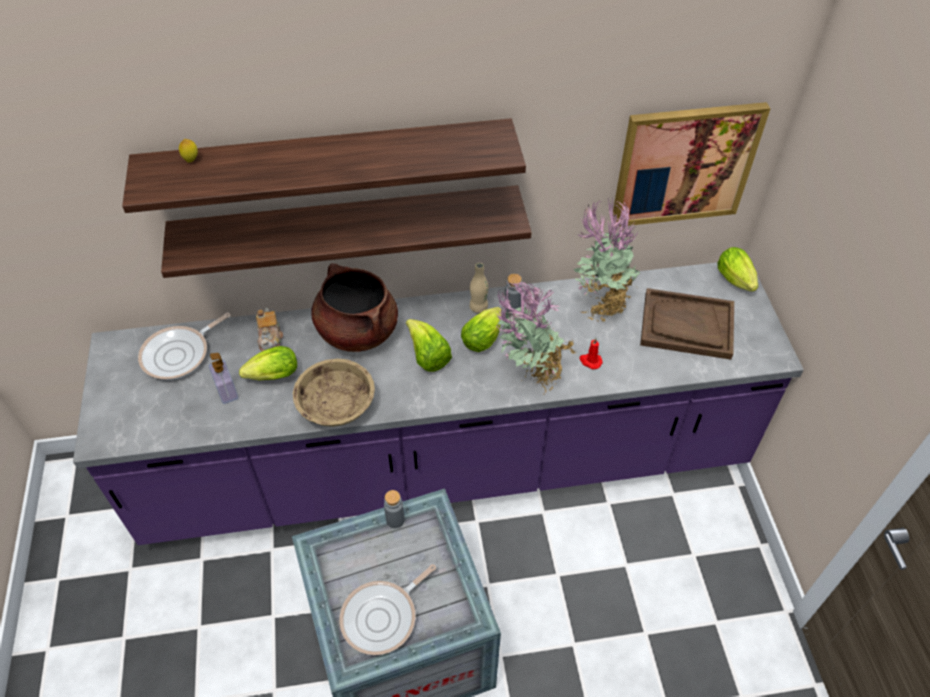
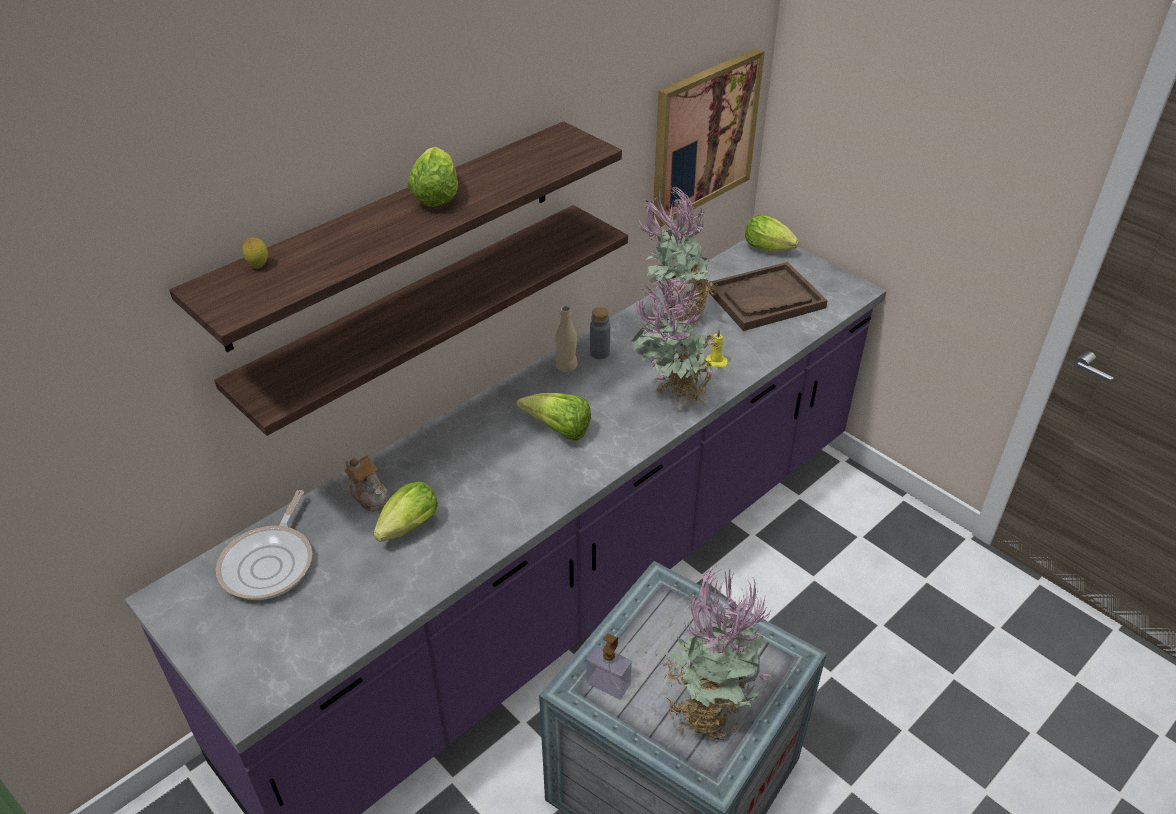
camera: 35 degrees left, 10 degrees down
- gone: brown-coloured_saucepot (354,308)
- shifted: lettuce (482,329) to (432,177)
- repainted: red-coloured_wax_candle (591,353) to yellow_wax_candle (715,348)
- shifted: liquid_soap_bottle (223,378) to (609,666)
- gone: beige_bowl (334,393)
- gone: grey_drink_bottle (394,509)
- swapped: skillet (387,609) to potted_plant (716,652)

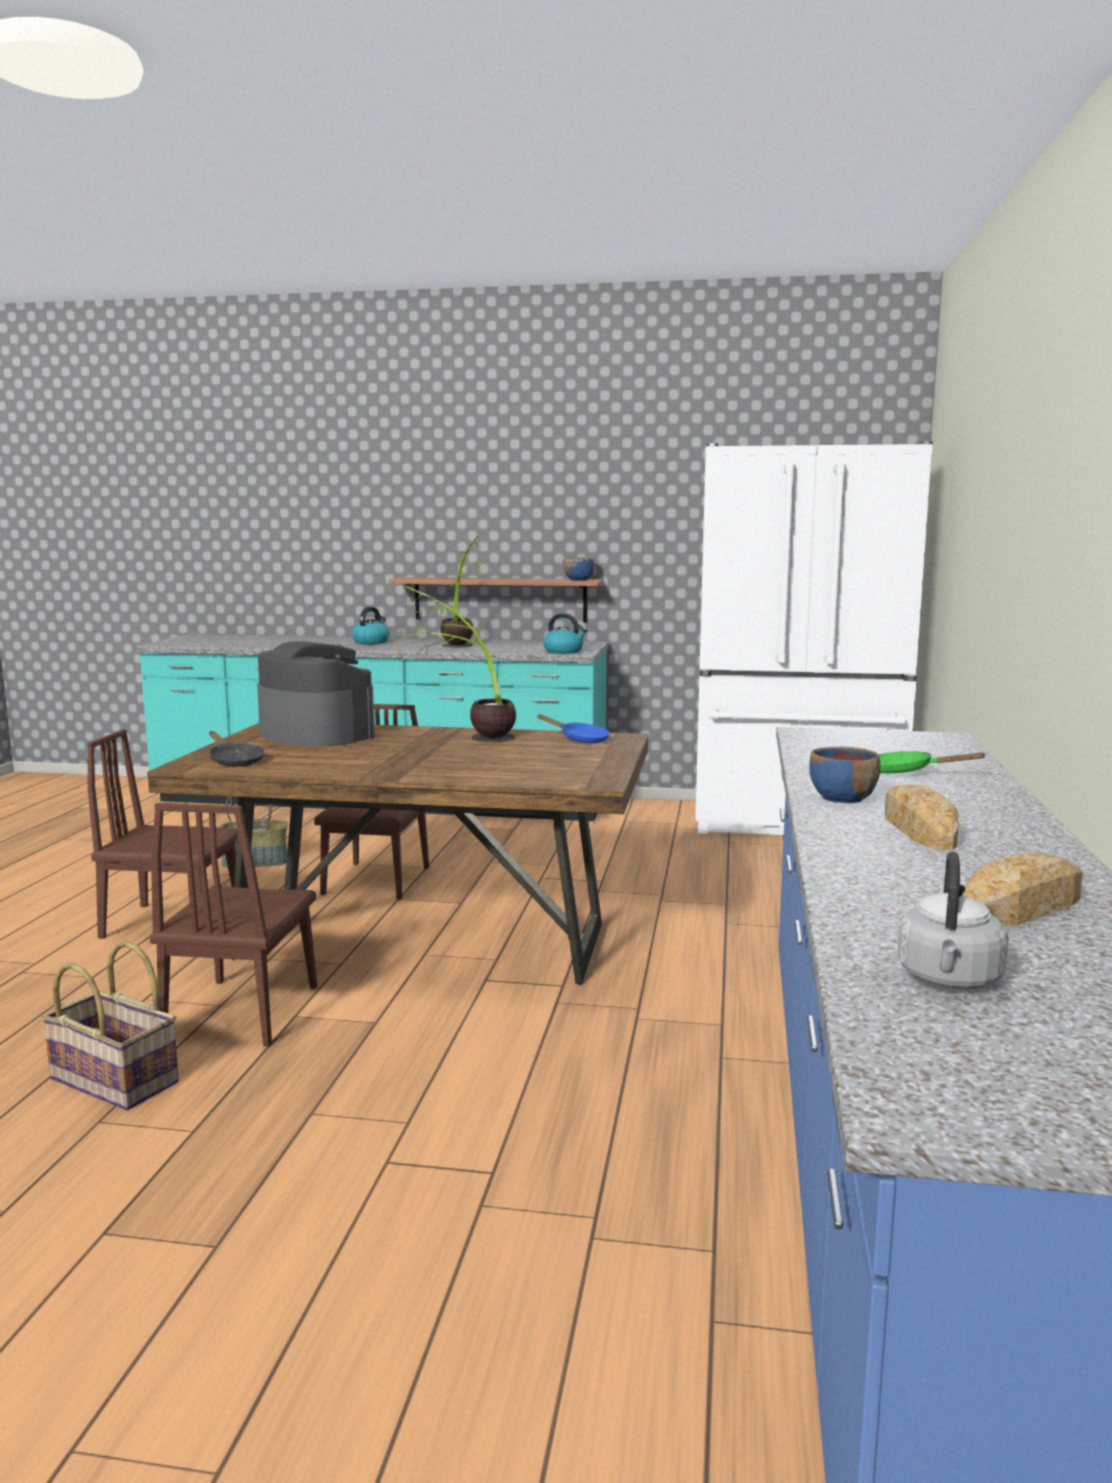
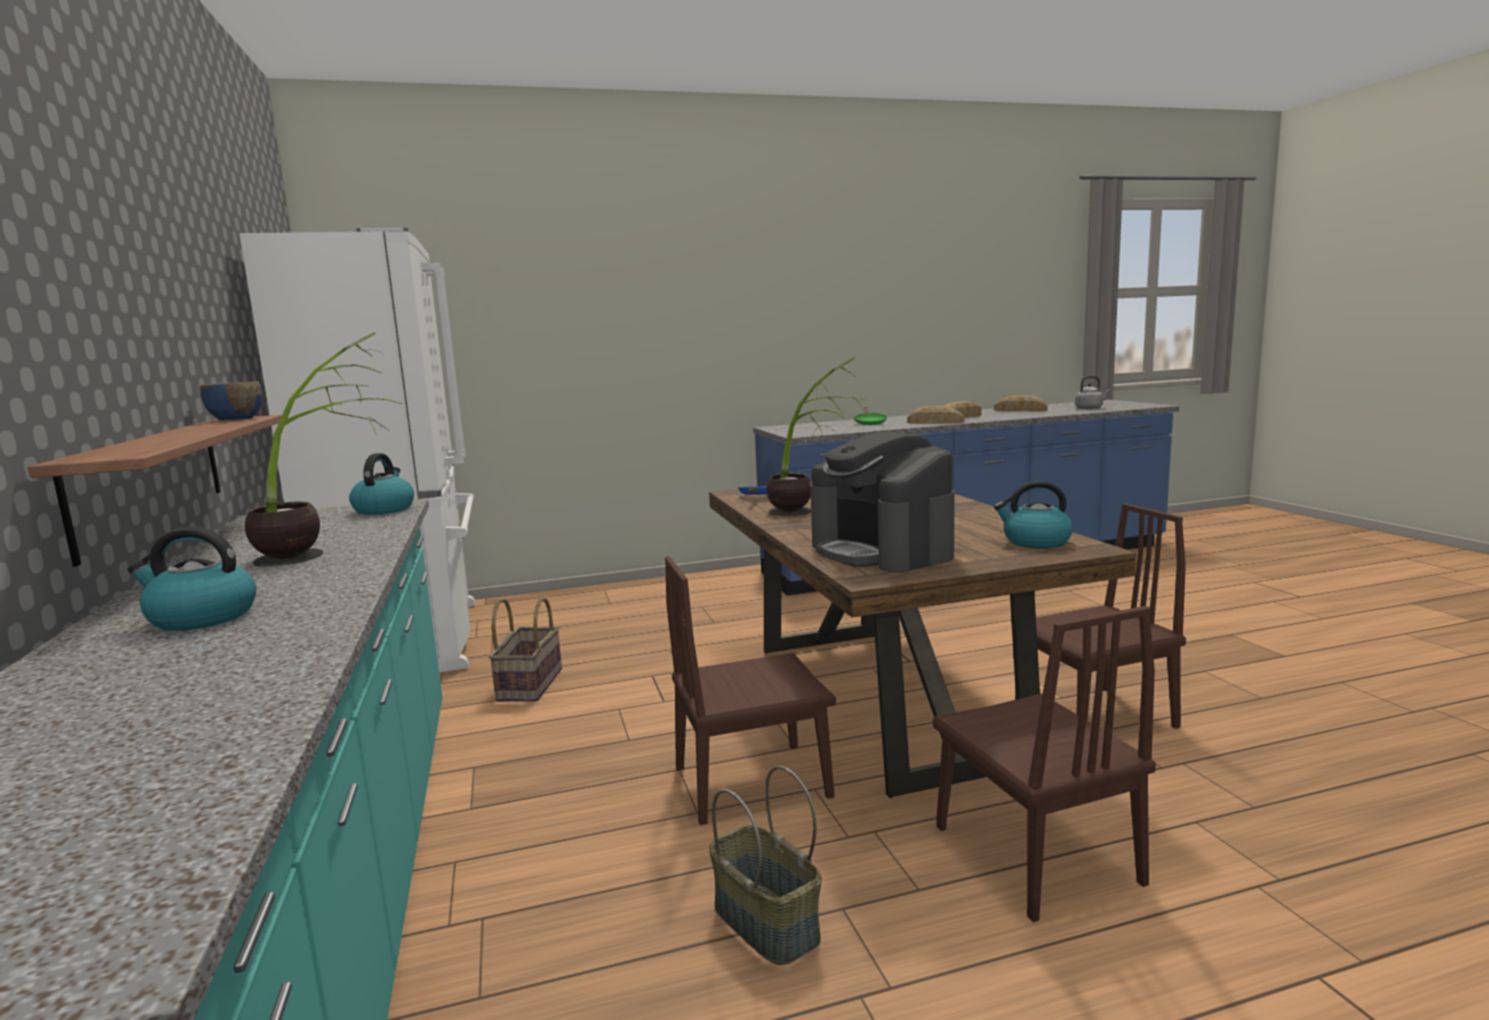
camera: 115 degrees left, 0 degrees up
- rotated: coffee_machine (316,694) = (882,502) 45 degrees counterclockwise
- swapped: black_skillet (237,748) to kettle (1033,515)
- swapped: bluish_bowl (844,774) to baked_bread (935,415)
- shifted: basket (110,1025) to (525,649)

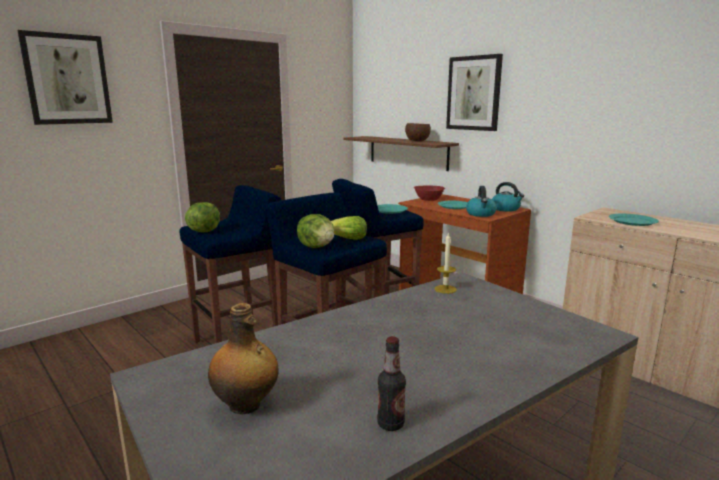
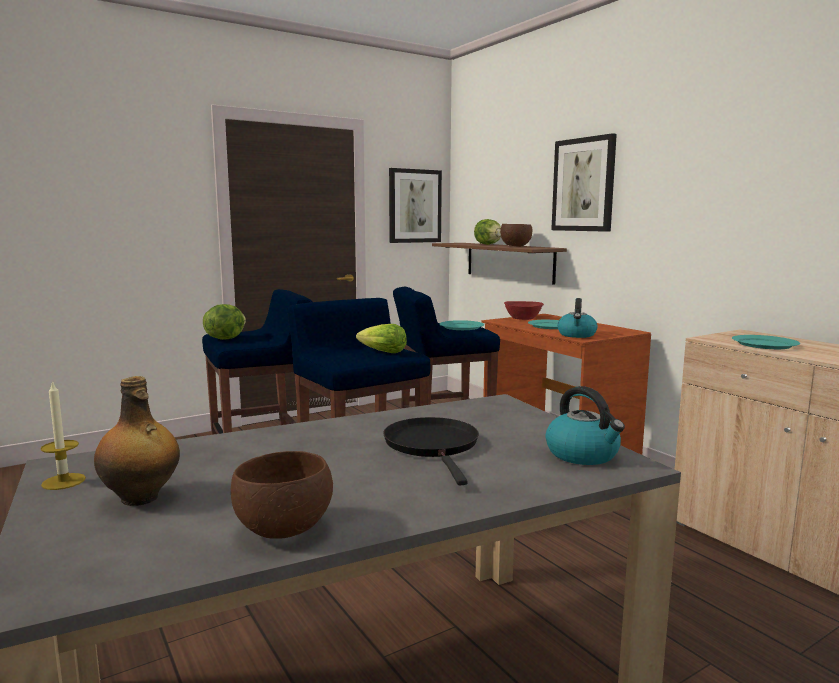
camera: 10 degrees right, 5 degrees down
- shifted: picture (65,77) to (415,205)
- shifted: kettle (508,197) to (585,425)
- shifted: lettuce (315,231) to (487,232)
- shifted: wax_candle (445,263) to (63,435)
- swapped: drink_bottle (391,383) to brown-coloured_bowl (282,495)
- new: black_skillet (431,451)

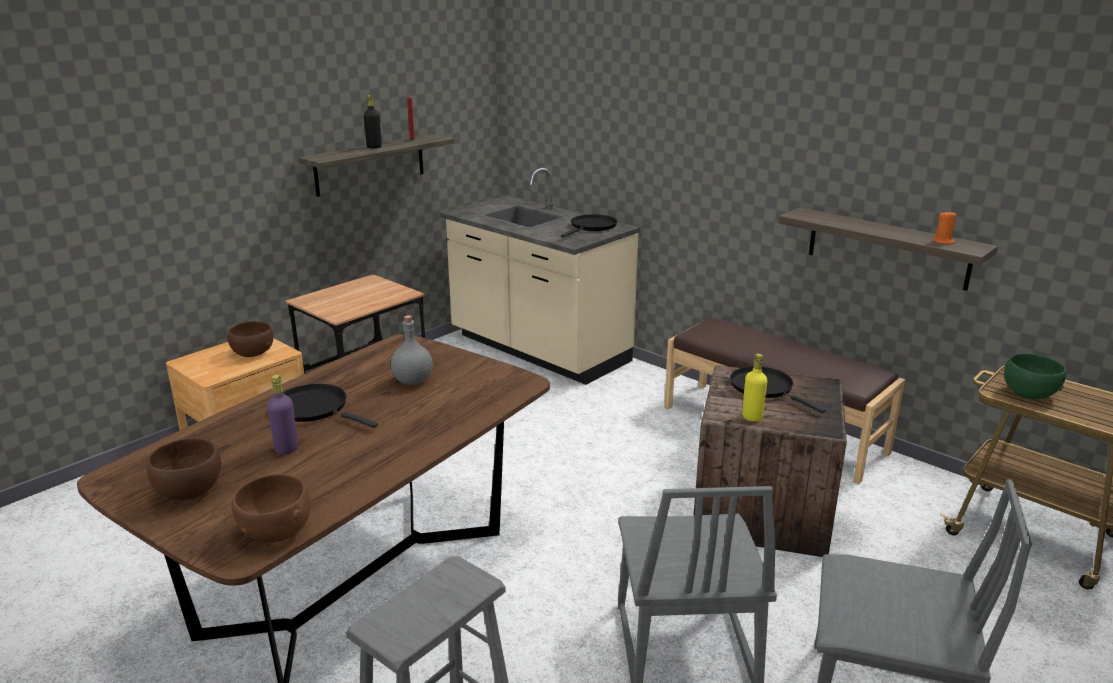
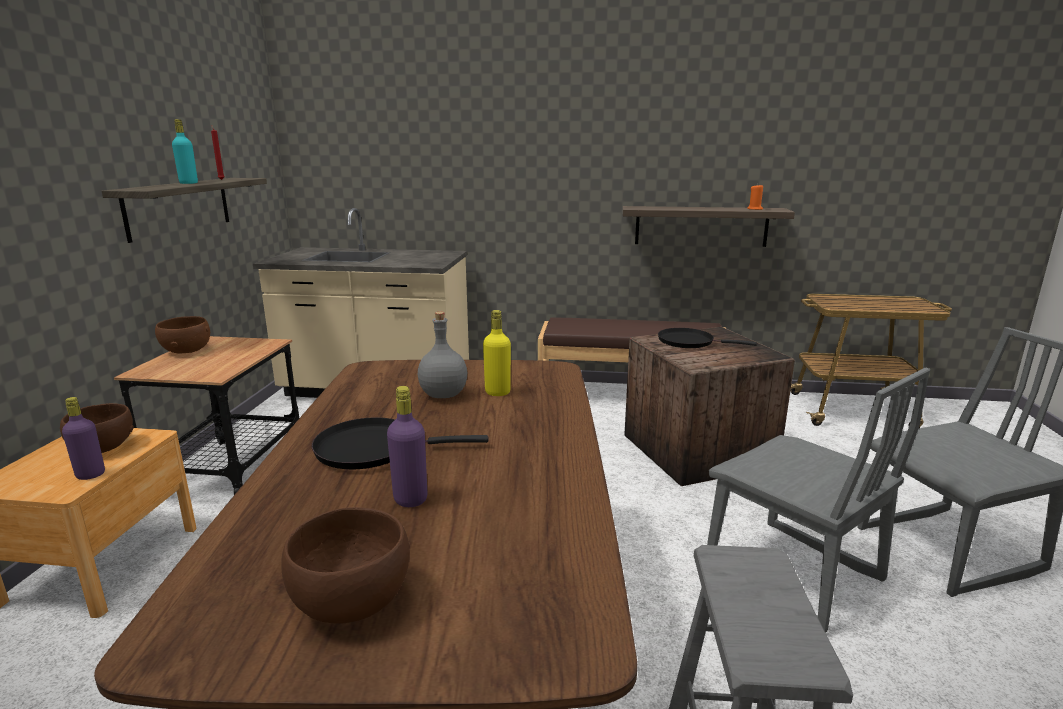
camera: 35 degrees left, 5 degrees down
- repainted: black_drink_bottle (373,122) to turquoise_drink_bottle (185,151)
- gone: black_skillet (589,226)
- gone: green_bowl (1035,376)
- shifted: yellow_drink_bottle (754,388) to (497,353)
- shifted: brown-coloured_bowl (271,508) to (182,334)
- new: purple-coloured_drink_bottle (83,438)

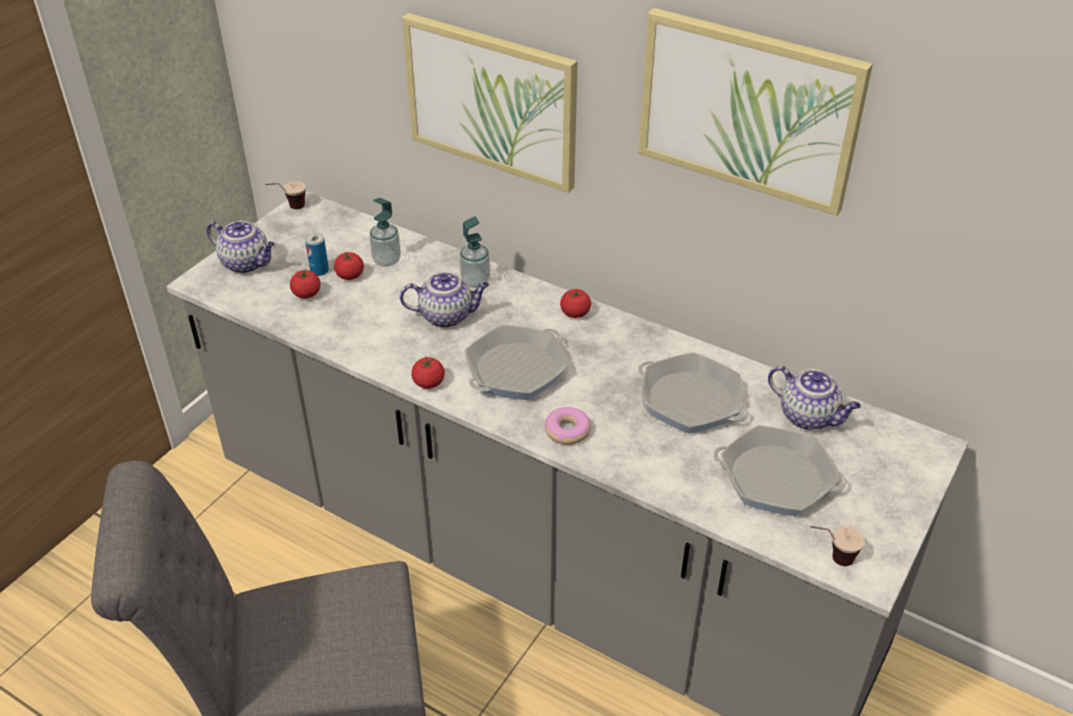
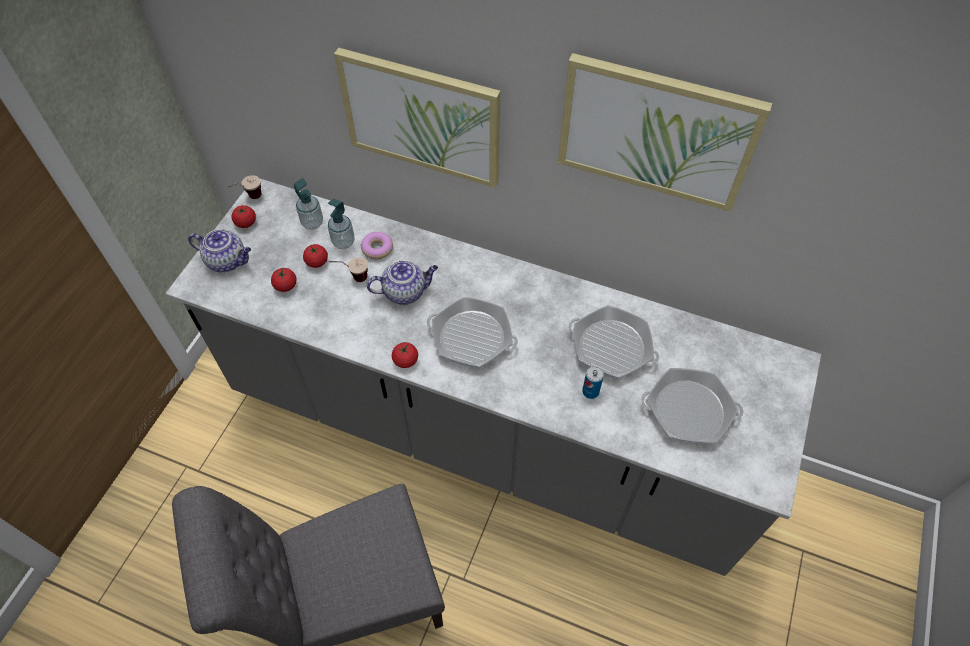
camera: 10 degrees left, 15 degrees up
- shifted: liquid_soap_bottle (474,252) to (308,204)
- shifted: can (317,254) to (593,382)
- shifted: fresh_tomato (575,303) to (244,216)
- rotated: skillet (516,362) = (472,332) 105 degrees counterclockwise
- gone: teapot (814,398)
- shifted: ring_doughnut (568,426) to (377,245)
- shifted: cup (837,546) to (348,269)

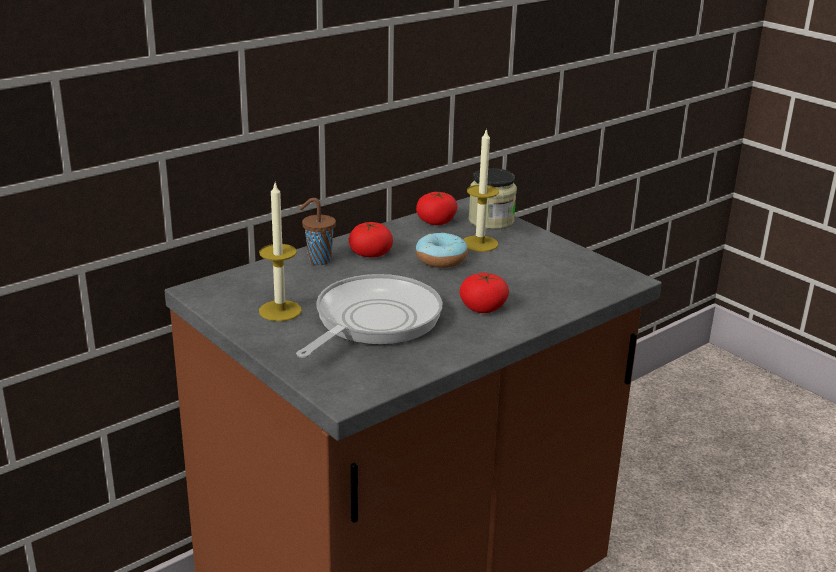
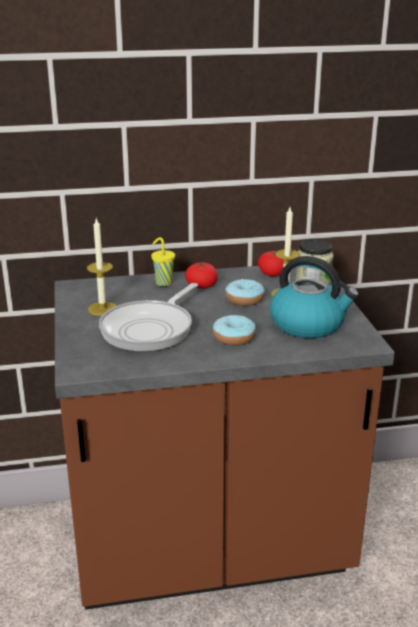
camera: 30 degrees right, 0 degrees up
- repainted: brown-coloured_cup (317,231) to yellow_cup (163,261)
- swapped: fresh_tomato (484,293) to ring_doughnut (234,330)
- rotated: skillet (369,316) = (148,317) 150 degrees clockwise
- new: kettle (314,297)

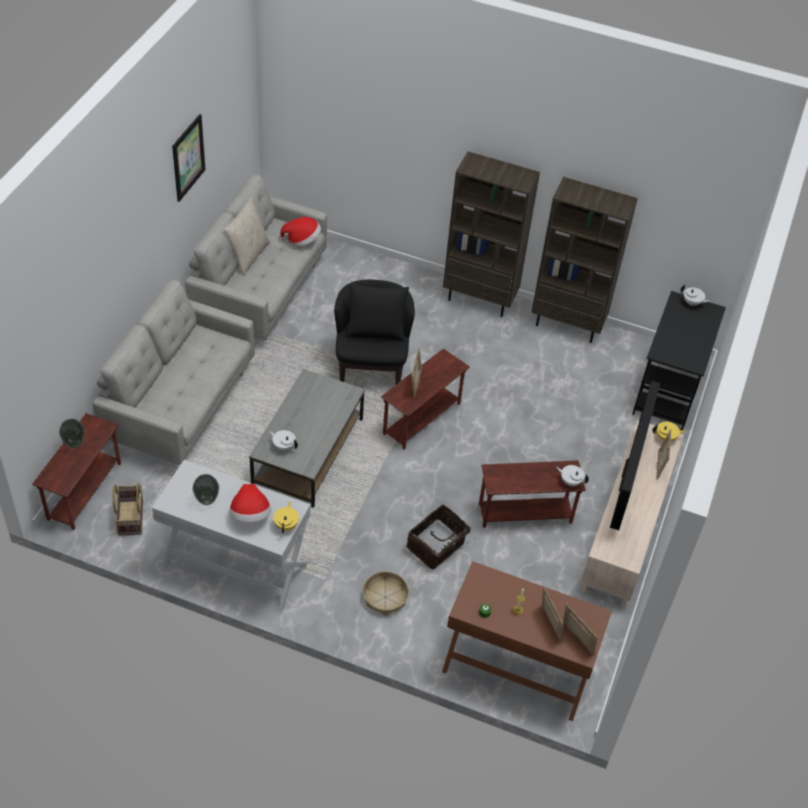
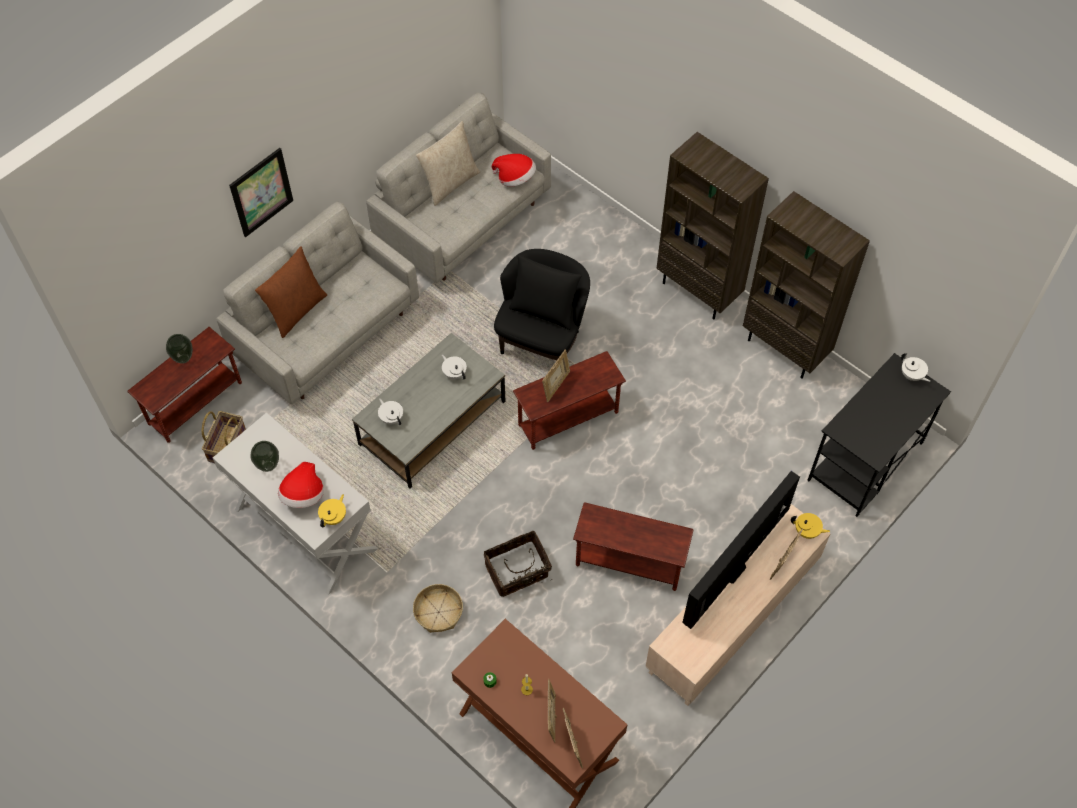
camera: 25 degrees right, 10 degrees up
- shifted: picture (188,158) to (261,192)
- shifted: white_teapot (572,475) to (454,367)
- new: brown-coloured_pillow (291,292)

